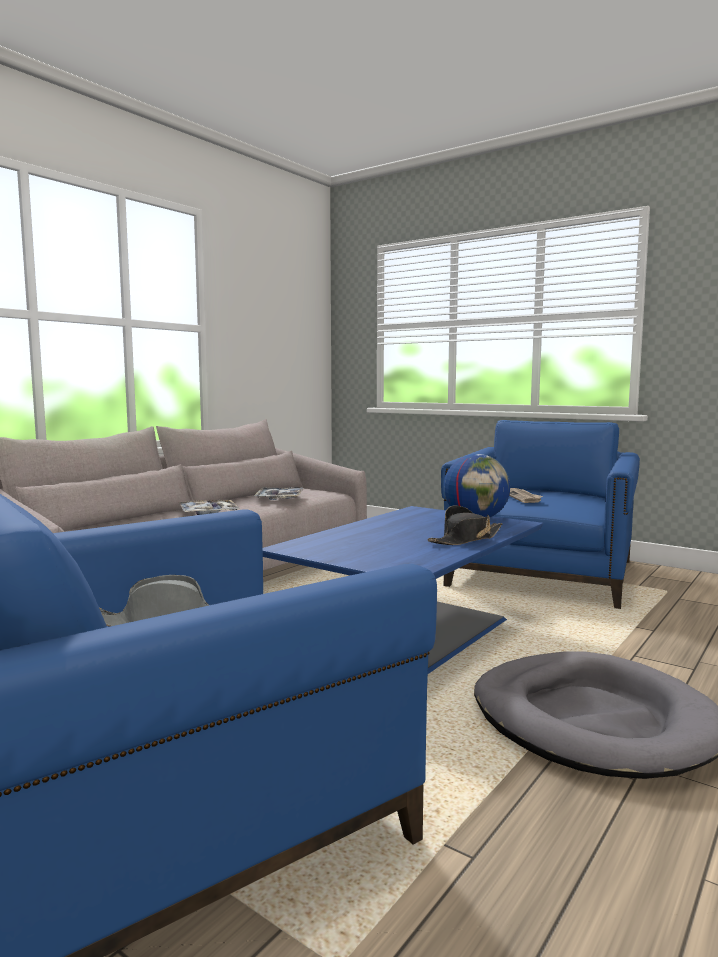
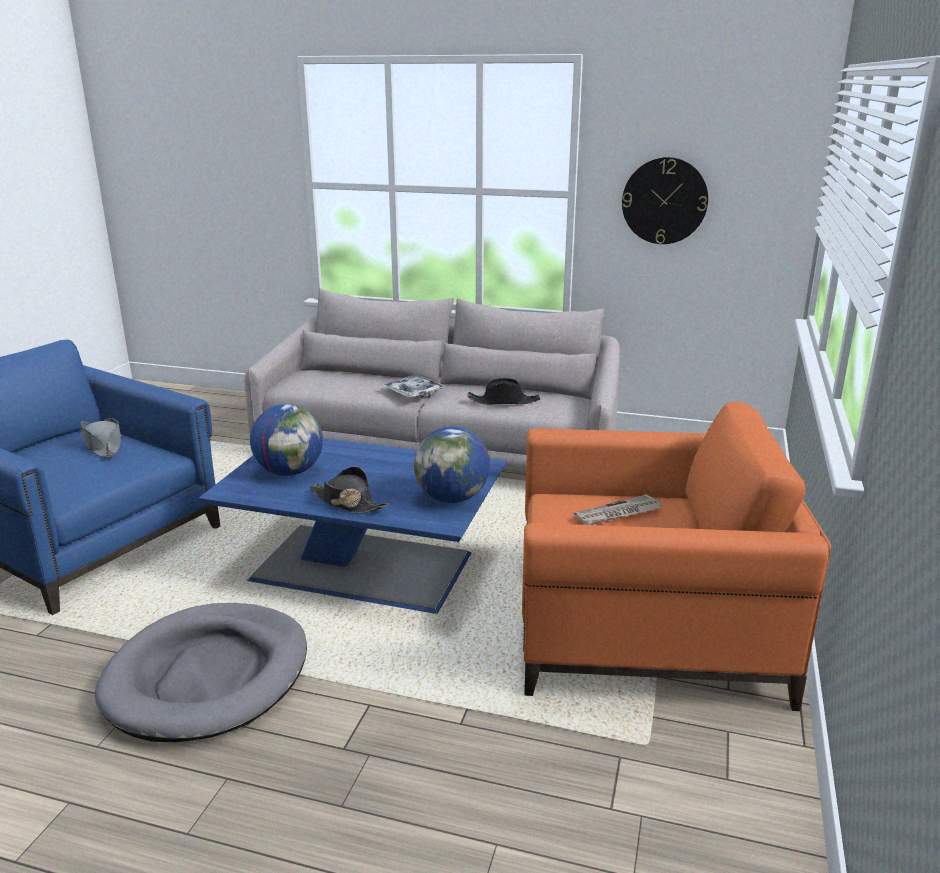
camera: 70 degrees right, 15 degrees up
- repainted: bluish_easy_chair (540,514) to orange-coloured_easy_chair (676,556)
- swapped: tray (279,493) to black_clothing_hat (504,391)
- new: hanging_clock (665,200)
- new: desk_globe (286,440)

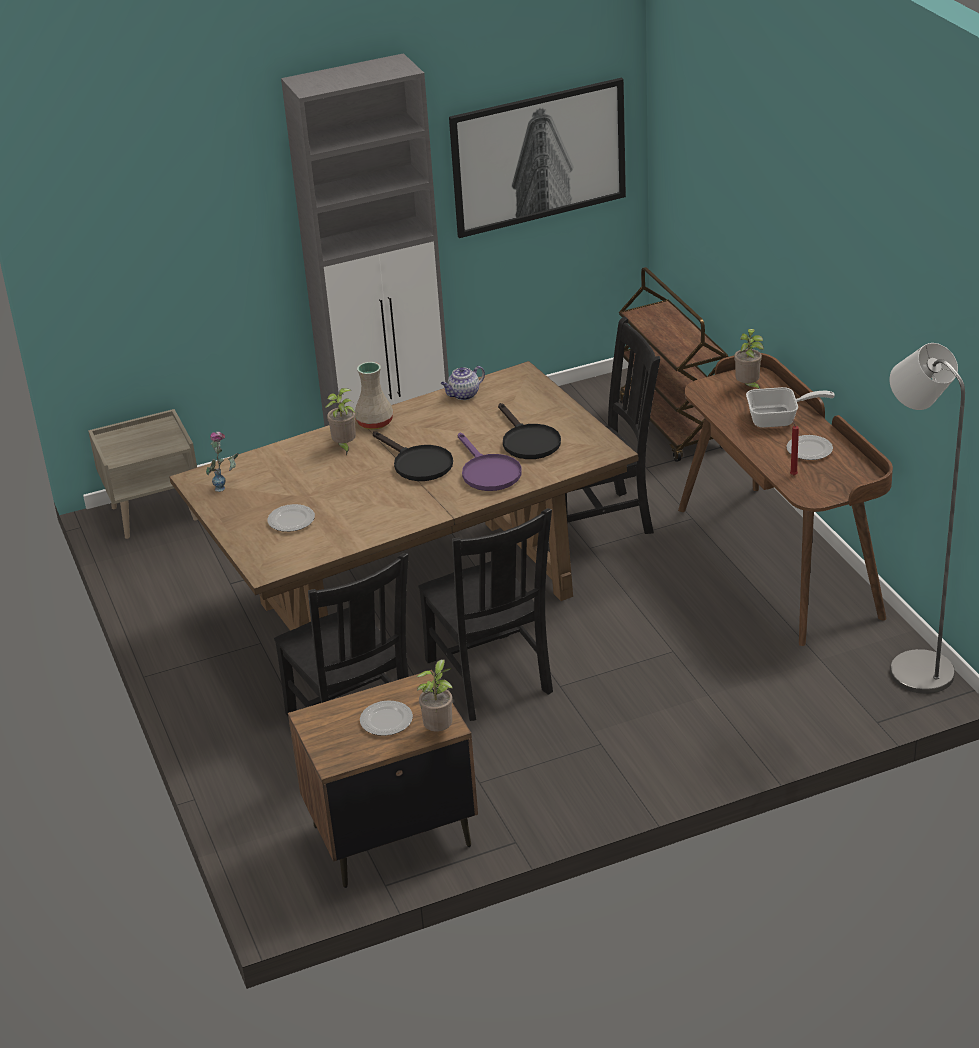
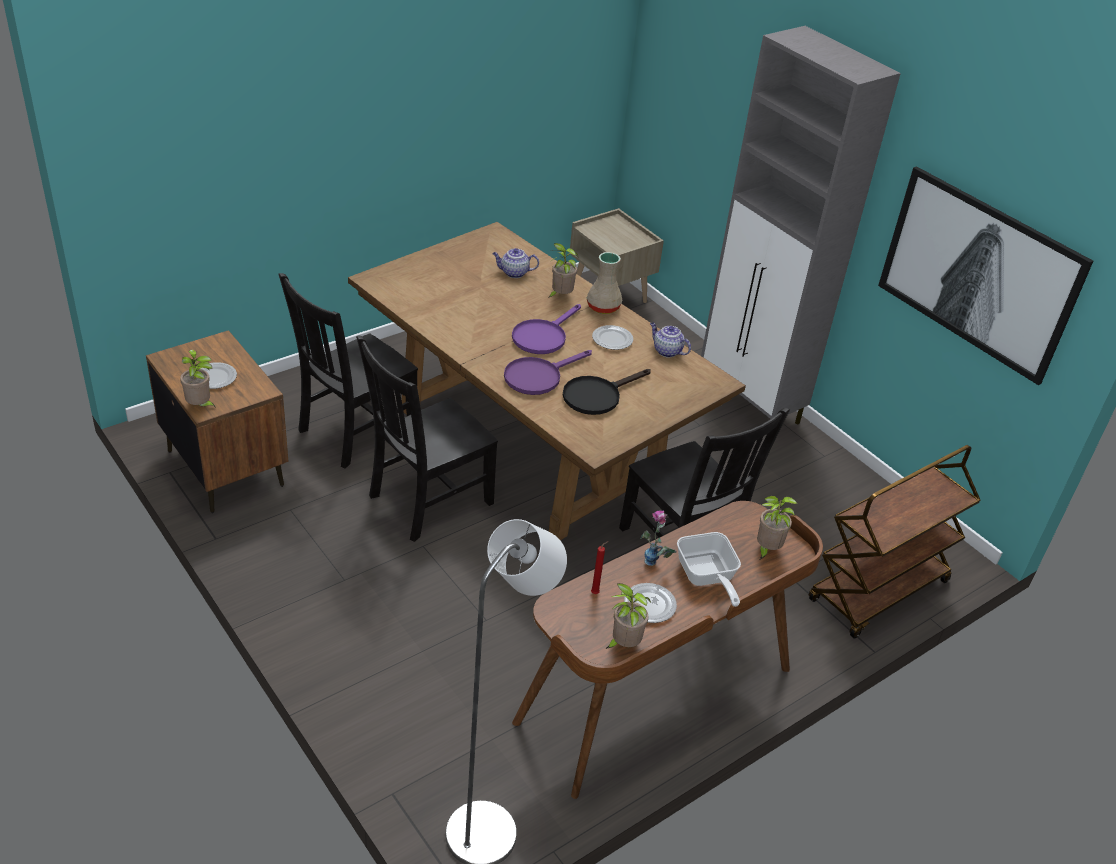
camera: 70 degrees right, 5 degrees up
- repainted: black_skillet (413,456) to purple-coloured_skillet (546,329)
- shifted: vase (222,462) to (658,538)
- shifted: flat_dish (291,518) to (613,337)
- new: teapot (515,263)
- new: potted_plant (628,616)

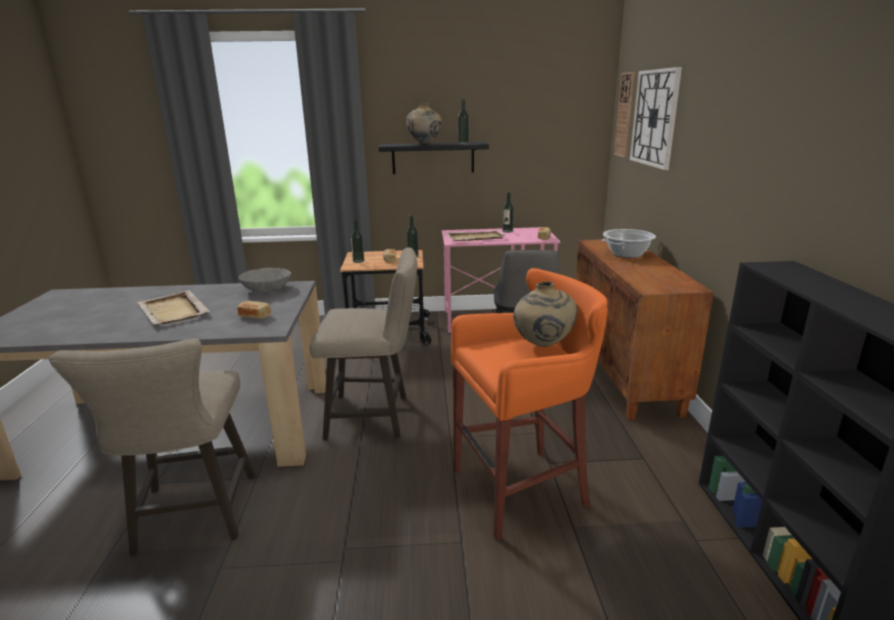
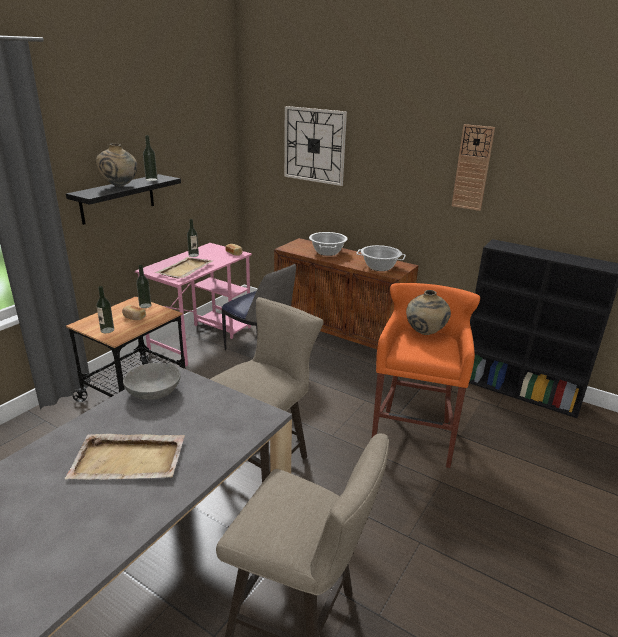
camera: 55 degrees left, 5 degrees up
- shifted: hanging_clock (624,115) to (473,167)
- gone: baked_bread (254,310)
- new: saucepot (381,258)

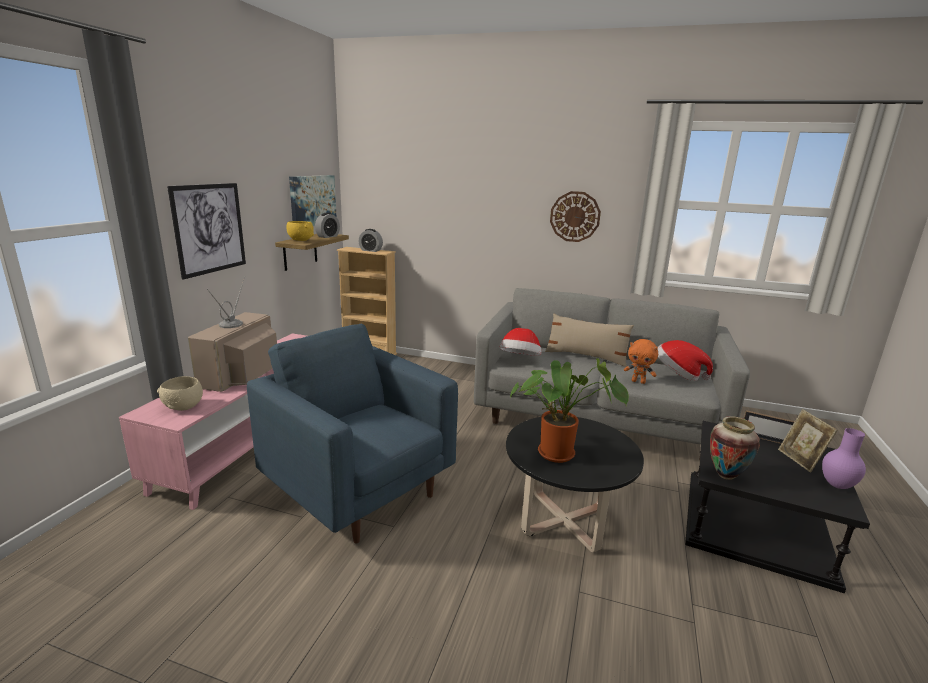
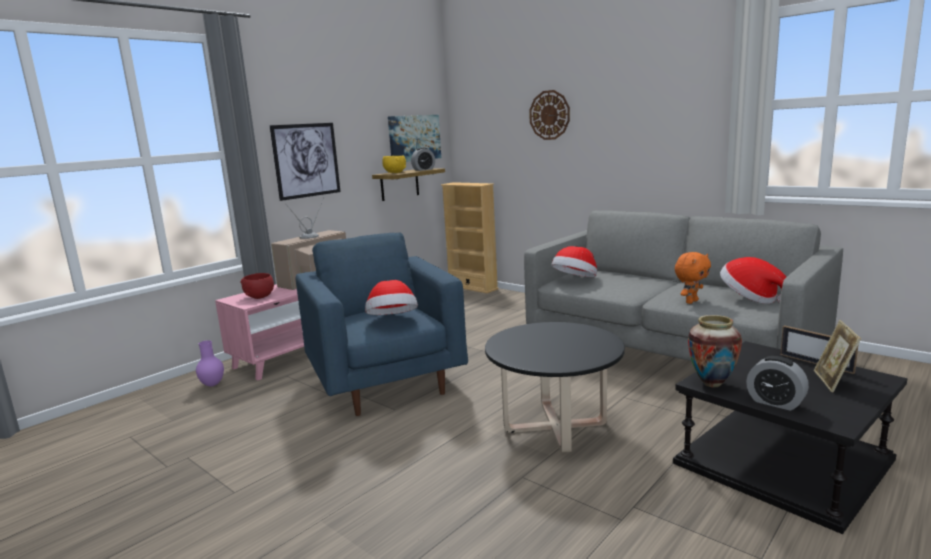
camera: 25 degrees right, 5 degrees down
- shifted: hanging_clock (575,216) to (549,115)
- shifted: alarm_clock (371,240) to (777,383)
- gone: beige_pillow (589,340)
- rotated: orange-coloured_soft_toy (641,361) = (693,278) 90 degrees counterclockwise
- gone: potted_plant (569,410)
- repainted: beige_bowl (180,393) to red-coloured_bowl (257,286)
- shifted: purple-coloured_vase (844,458) to (210,363)
- new: clothing_hat (391,297)

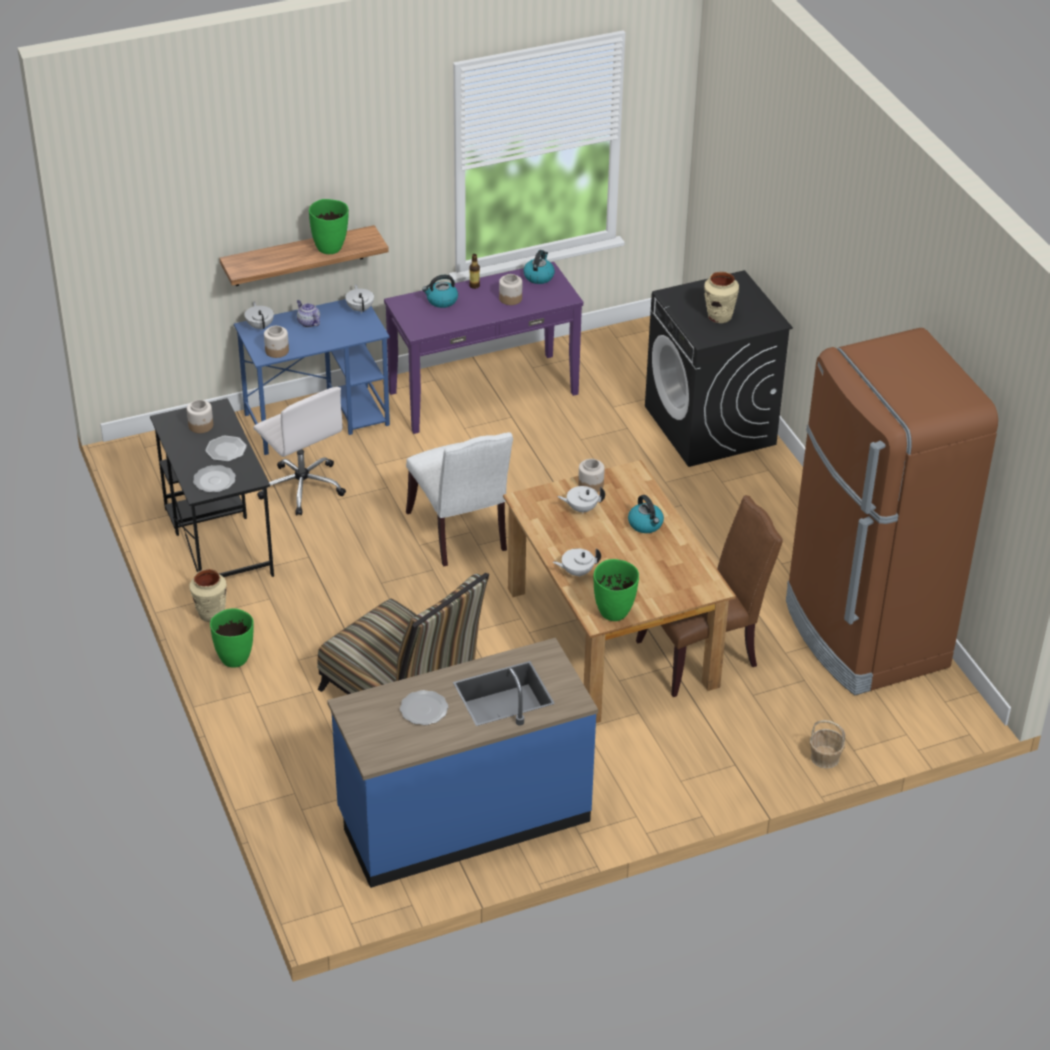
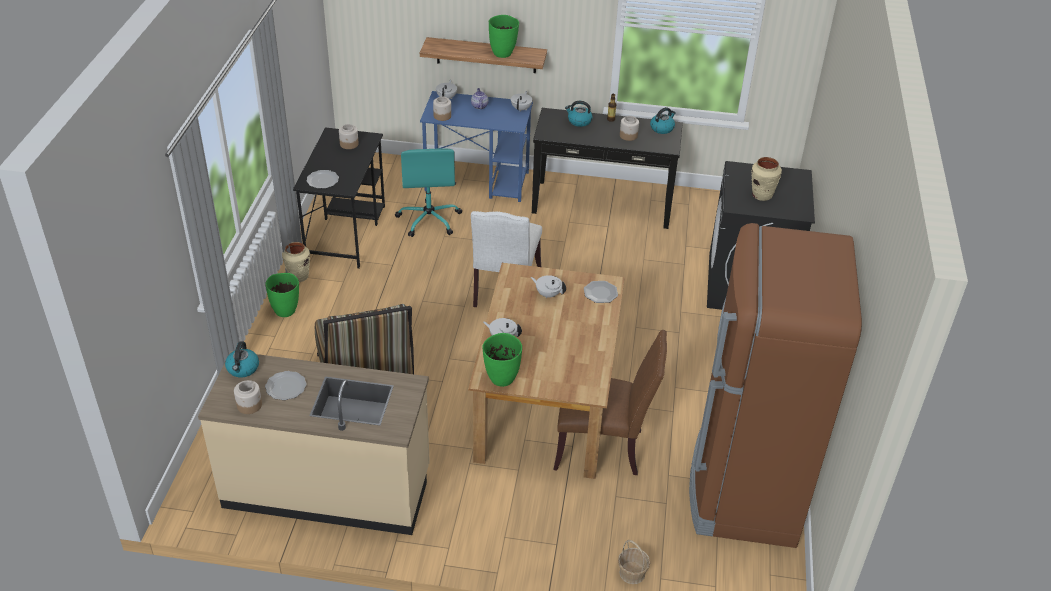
camera: 30 degrees right, 0 degrees up
- repainted: purple-coloured_hall_table (483,348) to black_hall_table (607,168)
- repainted: white_office_chair (299,451) to turquoise_office_chair (428,192)
- shifted: flat_dish (226,449) to (601,292)
- shifted: storage_jar (591,475) to (248,397)
- shifted: kettle (646,514) to (242,359)
- repainted: bluish_counter (462,763) to beige_counter (314,443)

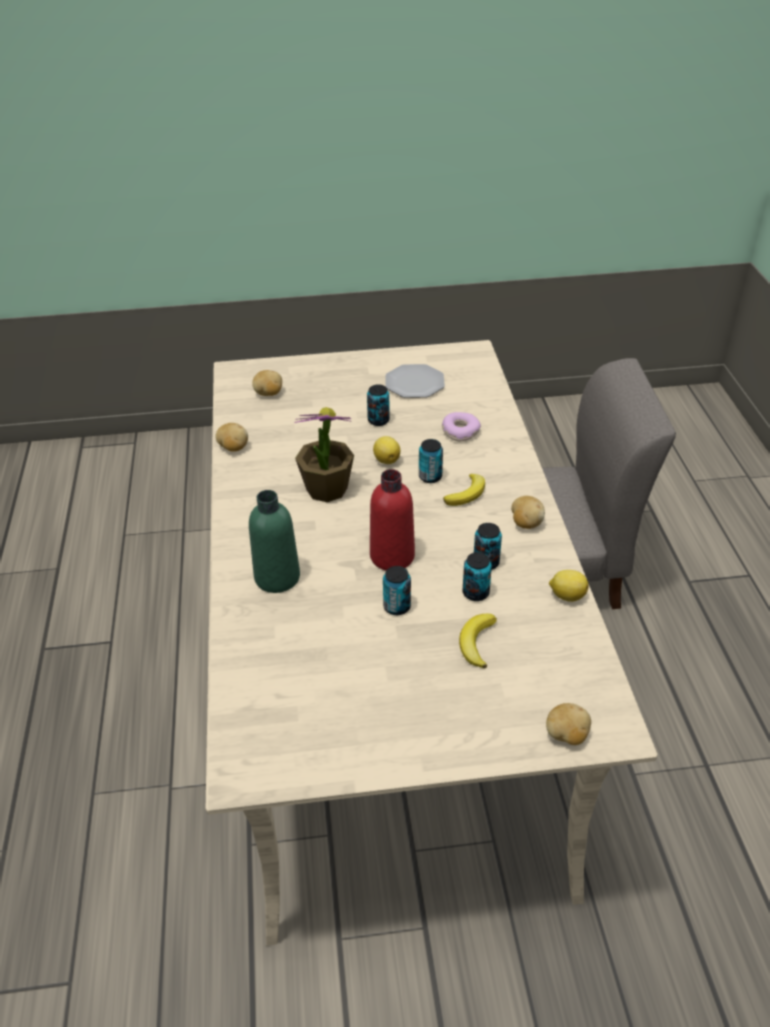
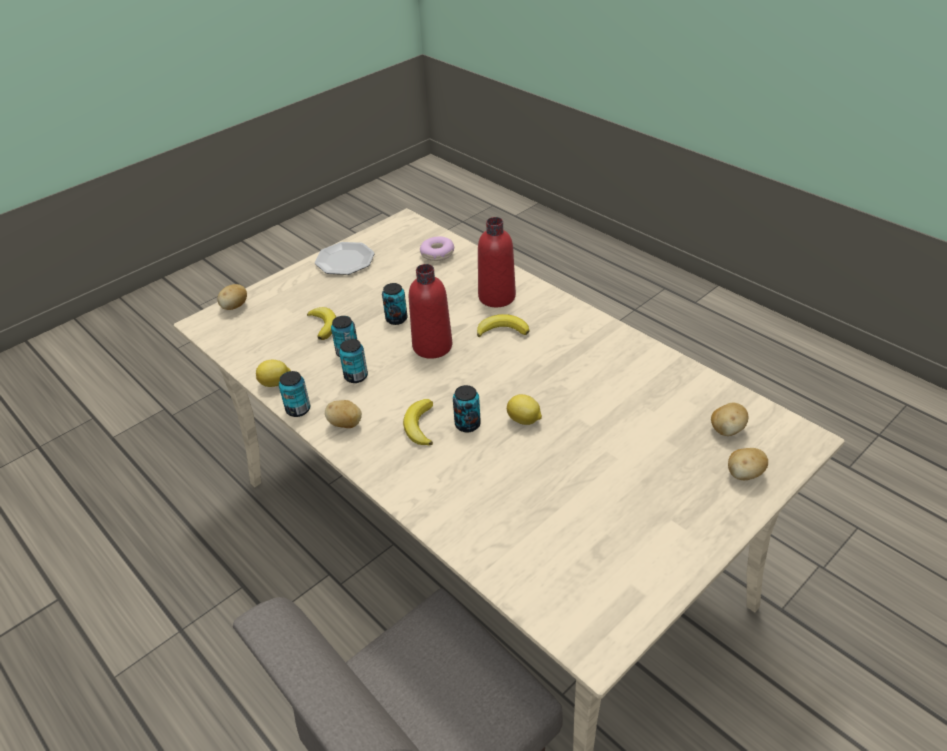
camera: 145 degrees right, 0 degrees up
- shifted: flat_dish (415,381) to (345,258)
- shifted: can (378,405) to (294,394)
- gone: potted_plant (324,454)
- shifted: ring_doughnut (461,426) to (437,248)
- shifted: whole_potato (231,437) to (748,464)
- repainted: green_drink_bottle (274,541) to red-coloured_drink_bottle (497,262)
- new: banana_fruit (503,325)

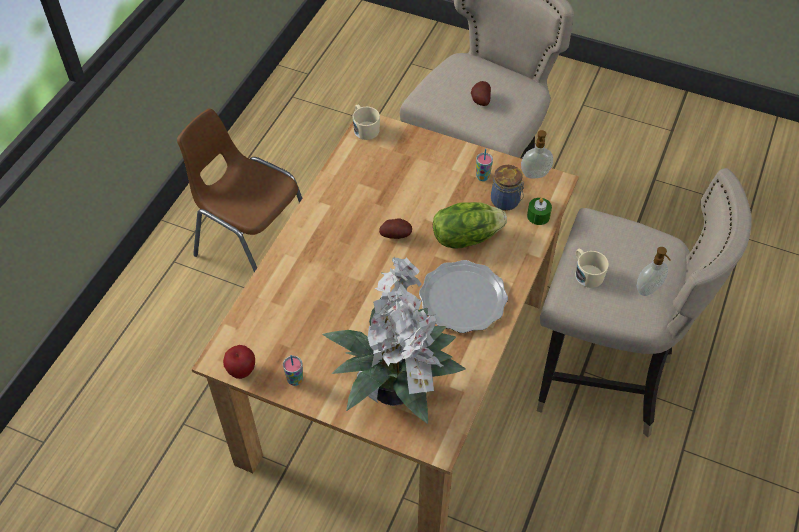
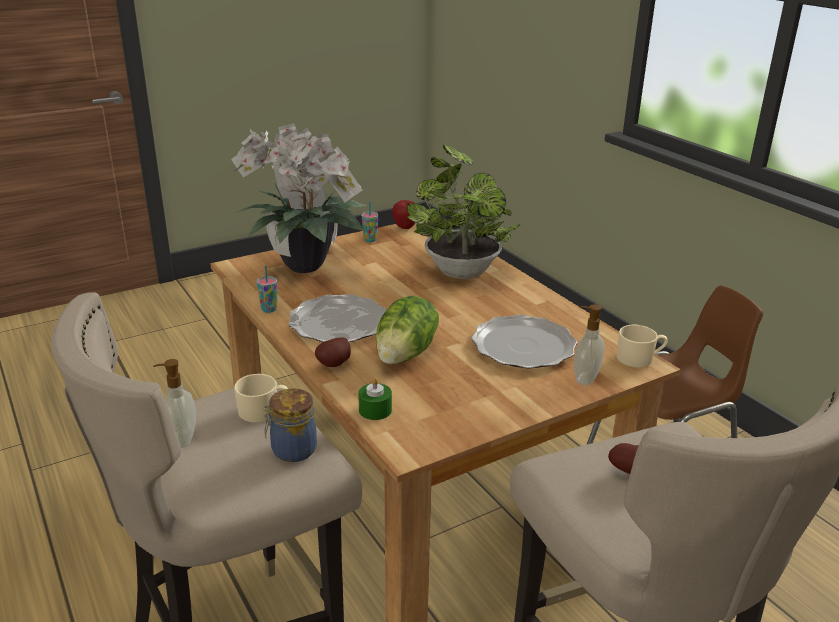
camera: 125 degrees right, 25 degrees down
- shifted: liquid_soap_bottle (537,154) to (589,344)
- shifted: cup (484,165) to (267,289)
- shifted: storage_jar (507,188) to (290,425)
- shifted: whole_potato (395,228) to (333,352)
- new: potted_plant (464,211)
- new: flat_dish (524,341)

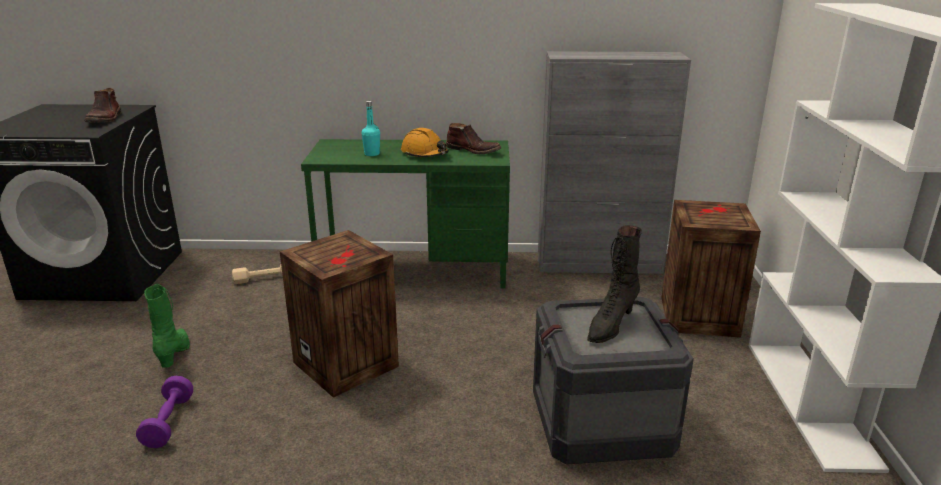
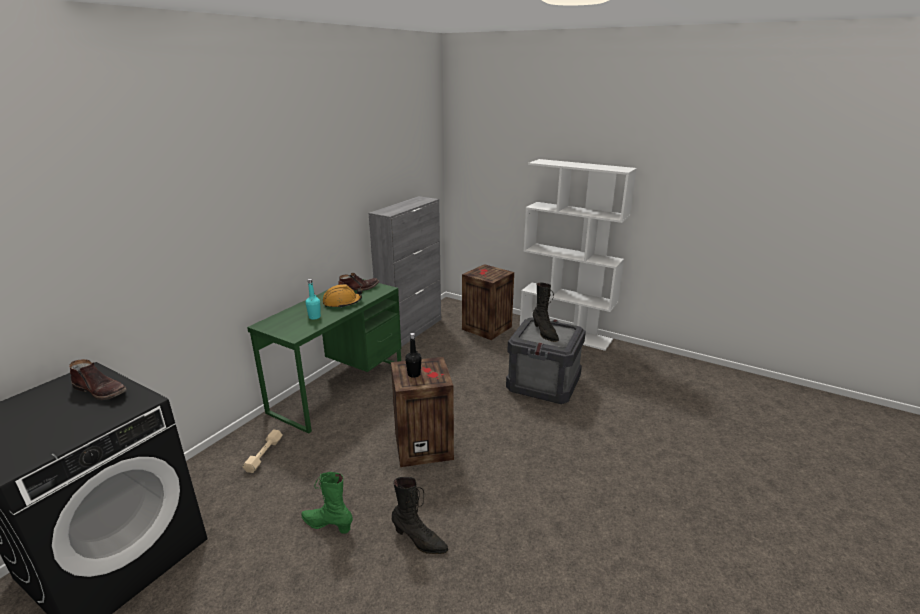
camera: 60 degrees left, 0 degrees up
- swapped: purple-coloured_dumbbell (164,412) to black_tall_boot (420,515)
- new: black_drink_bottle (413,355)

